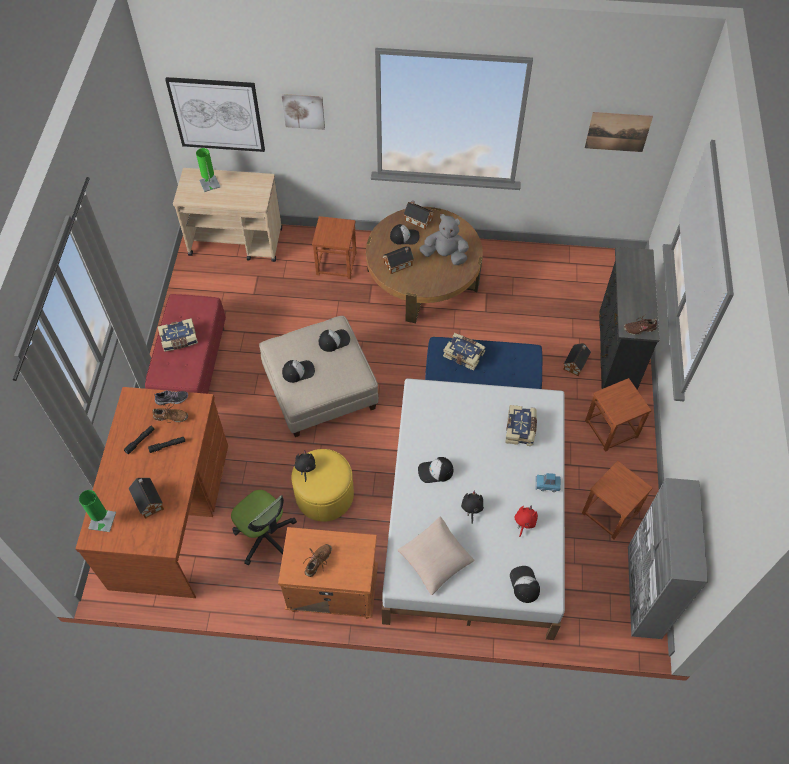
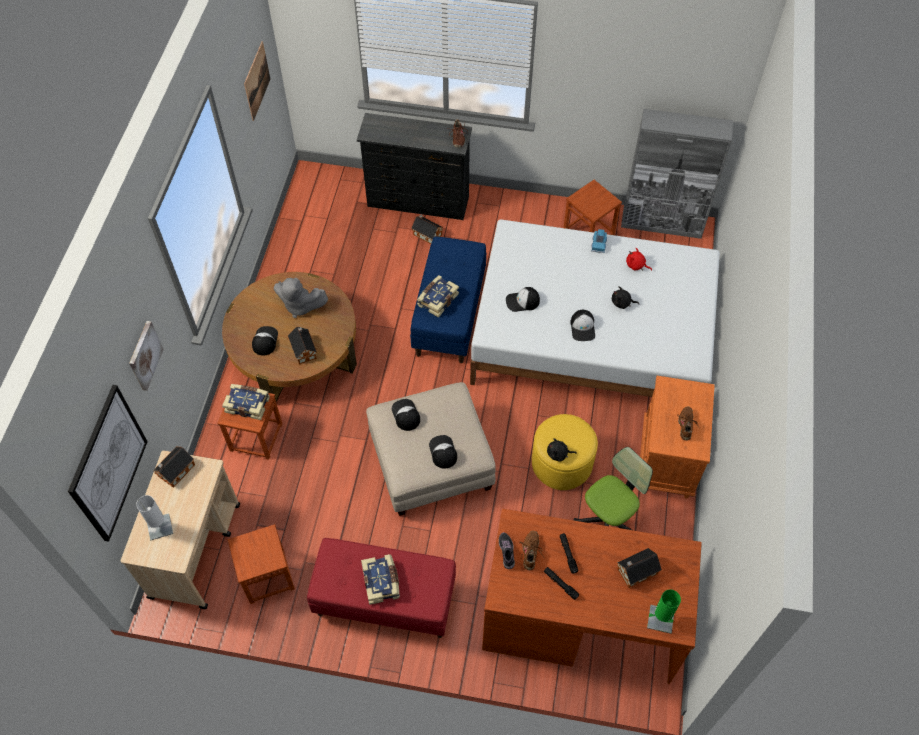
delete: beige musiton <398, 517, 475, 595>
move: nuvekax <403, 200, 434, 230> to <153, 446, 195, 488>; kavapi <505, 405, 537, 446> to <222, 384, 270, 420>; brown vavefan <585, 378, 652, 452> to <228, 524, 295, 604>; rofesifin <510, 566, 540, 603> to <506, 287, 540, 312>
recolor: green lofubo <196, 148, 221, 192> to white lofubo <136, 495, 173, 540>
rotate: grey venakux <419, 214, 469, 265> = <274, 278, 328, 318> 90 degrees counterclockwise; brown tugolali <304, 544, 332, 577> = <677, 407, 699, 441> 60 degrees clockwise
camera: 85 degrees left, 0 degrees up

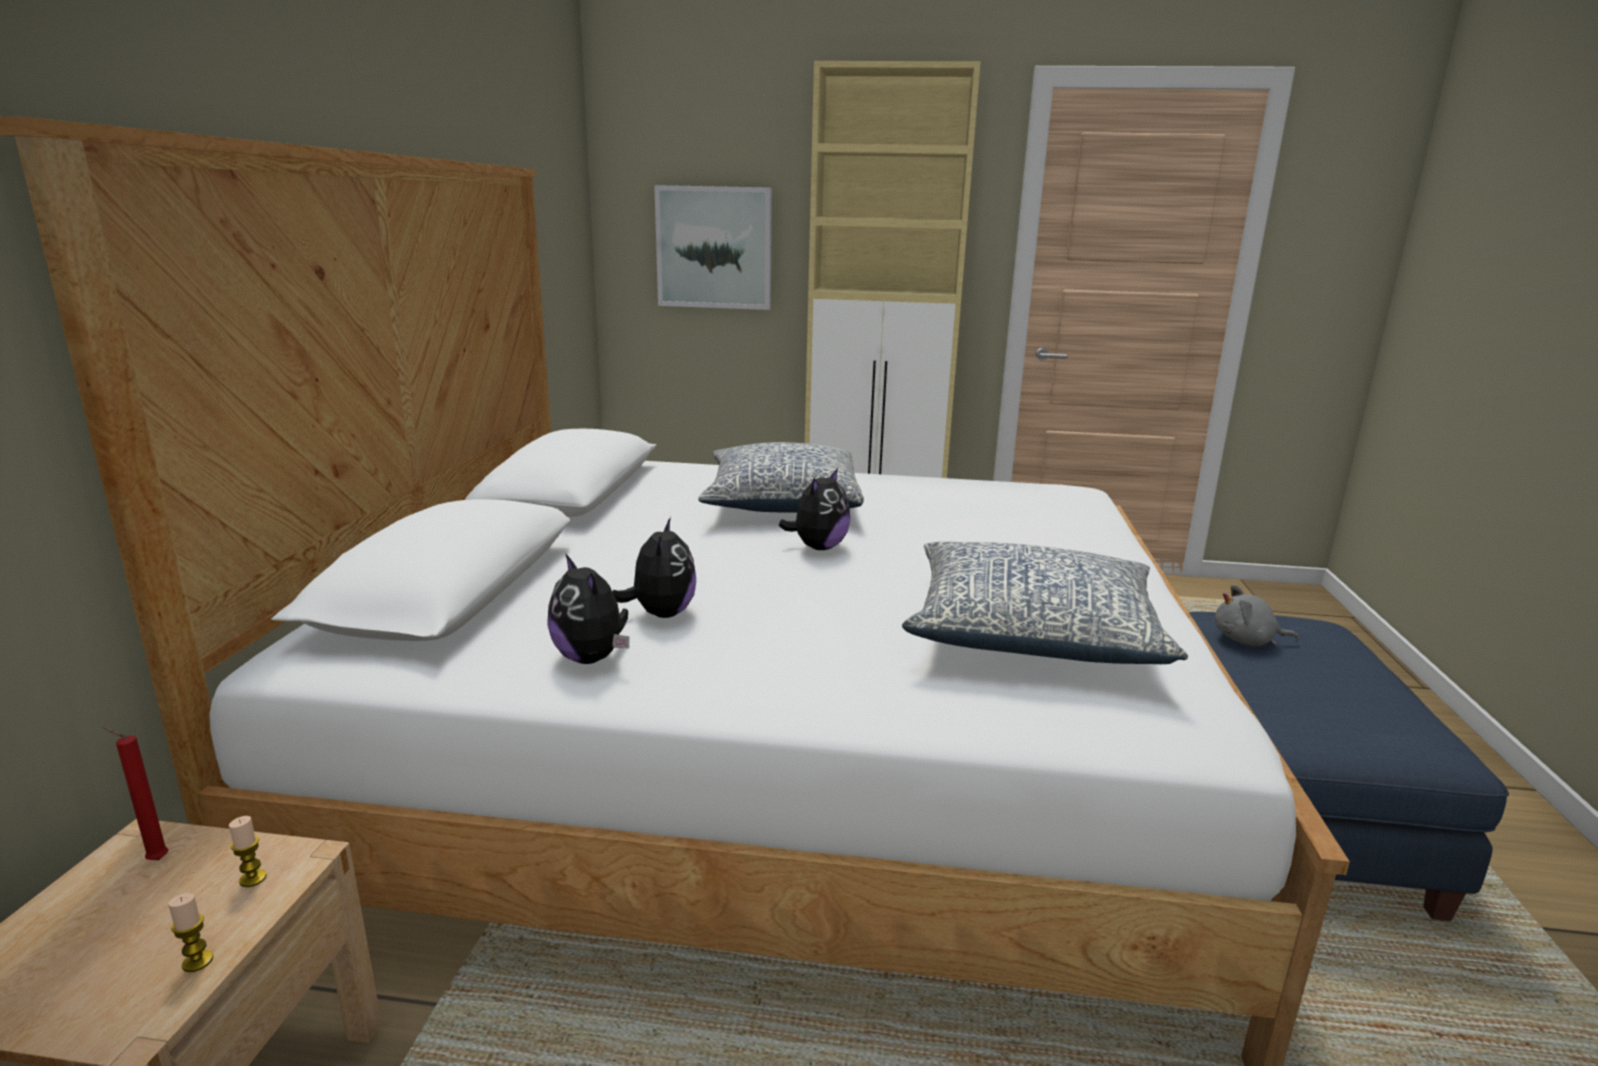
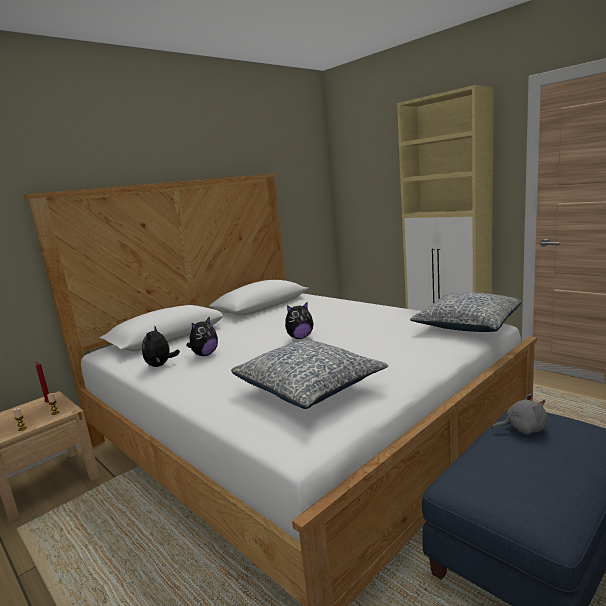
delete: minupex <654, 185, 772, 310>
move: musiton <698, 442, 864, 513> to <410, 292, 522, 332>
rotate: grey venakux <1215, 584, 1299, 646> = <492, 393, 548, 434> 135 degrees clockwise
camera: 40 degrees right, 5 degrees down

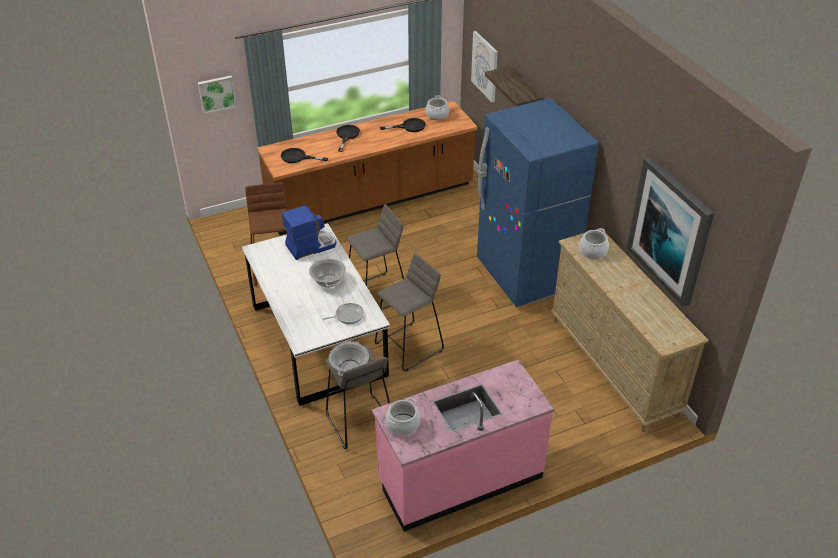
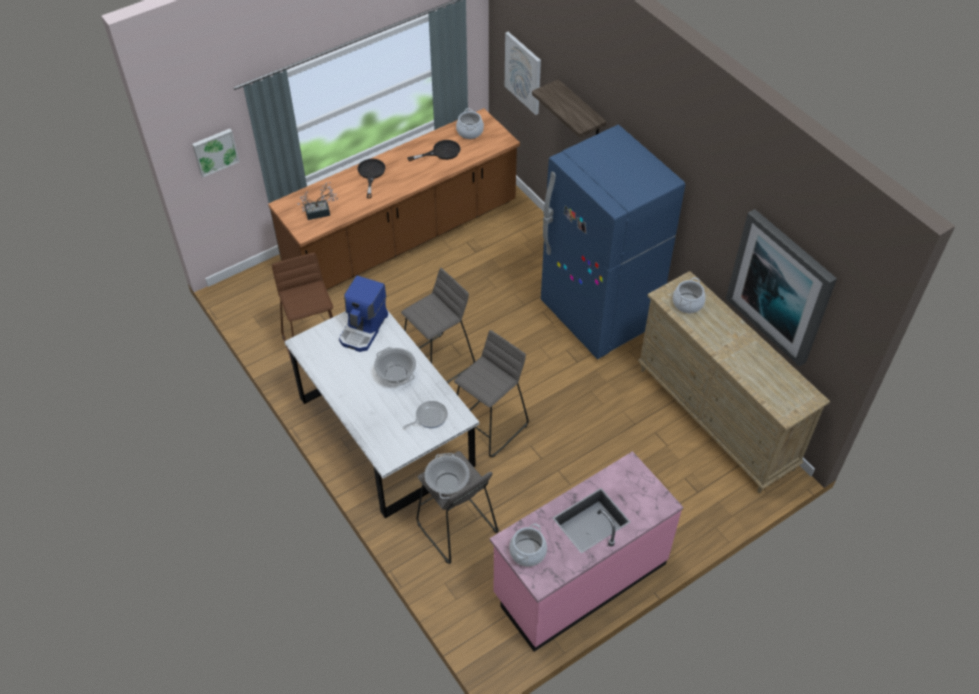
replace: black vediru <281, 148, 328, 163> to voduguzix <297, 182, 338, 220>
rotate: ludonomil <282, 206, 336, 260> = <339, 275, 388, 352> 150 degrees clockwise
camera: 10 degrees left, 10 degrees up

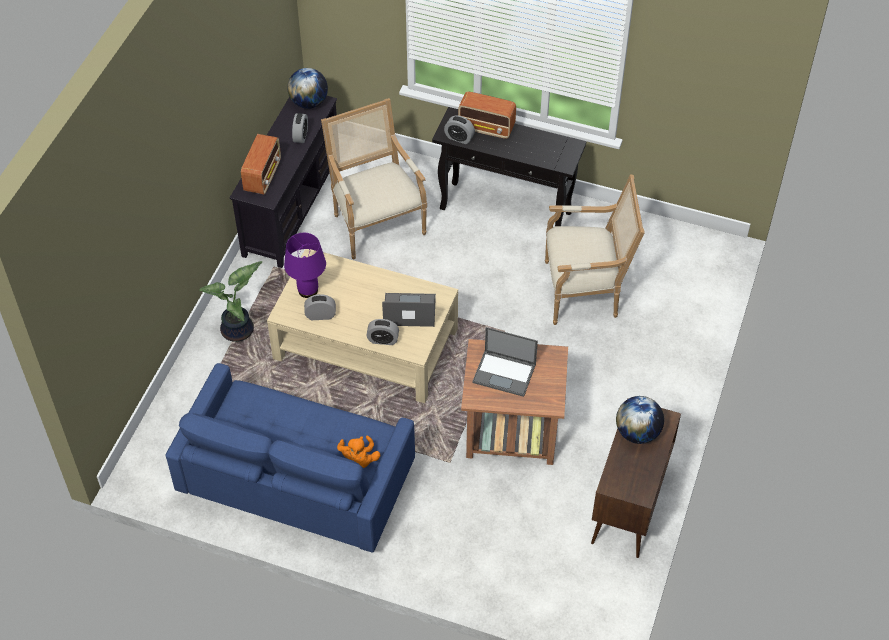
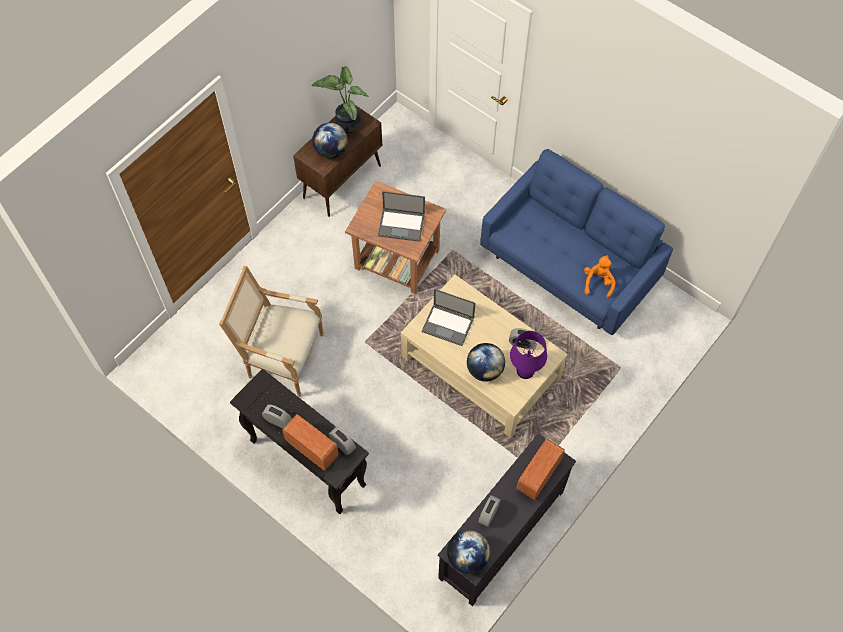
delete: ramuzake <321, 98, 427, 260>
insert: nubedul <467, 343, 505, 381>
move: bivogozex <366, 319, 399, 345> to <262, 404, 292, 429>; voduguzix <199, 261, 262, 342> to <311, 66, 369, 133>; orange venakux <337, 435, 380, 468> to <584, 255, 615, 298>
rotate: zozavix <472, 327, 538, 397> = <378, 191, 425, 242> 150 degrees clockwise
camera: 160 degrees left, 10 degrees up

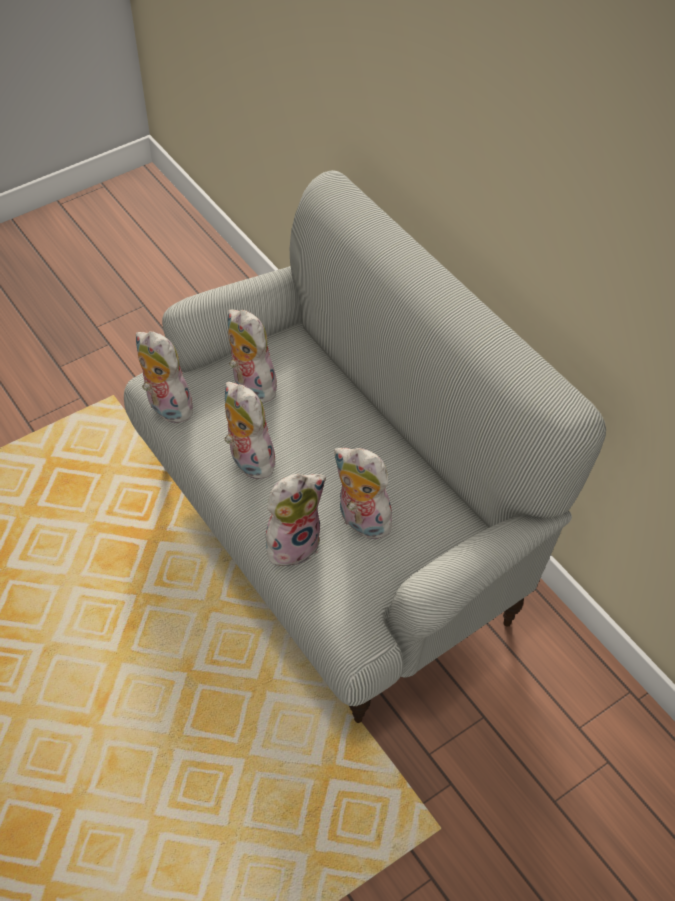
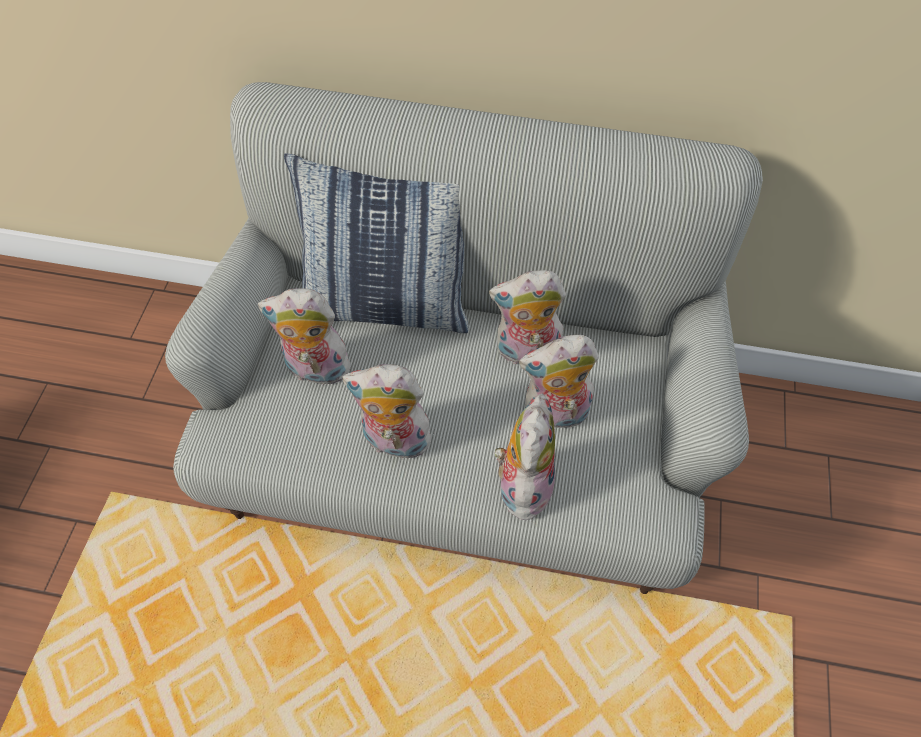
insert: musiton <284, 153, 469, 333>
move: venakux <136, 331, 193, 423> to <489, 270, 566, 364>
camera: 45 degrees left, 5 degrees up

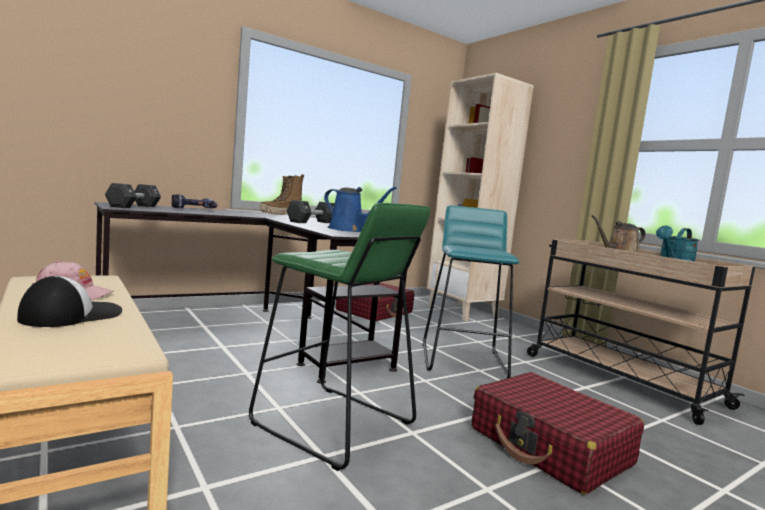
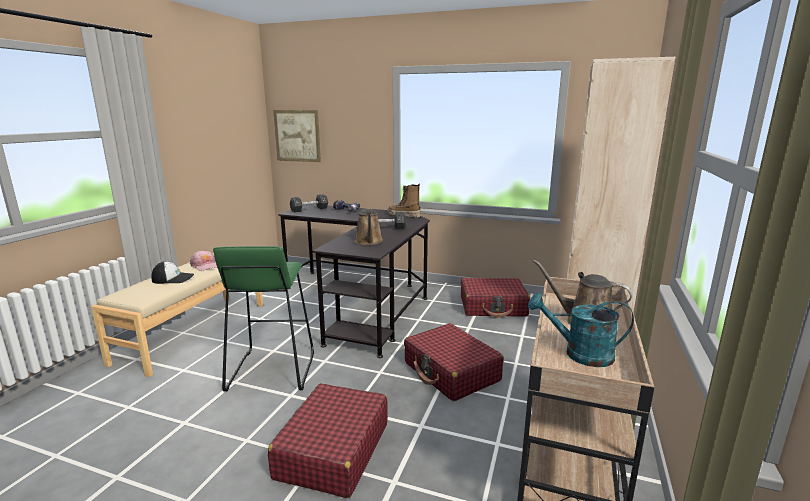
insert: minupex <273, 110, 321, 162>
replace: turquoise vavefan <423, 206, 520, 378> to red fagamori <404, 323, 504, 401>
recolor: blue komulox <324, 187, 396, 232> to brown komulox <355, 208, 383, 245>
camera: 55 degrees right, 10 degrees up

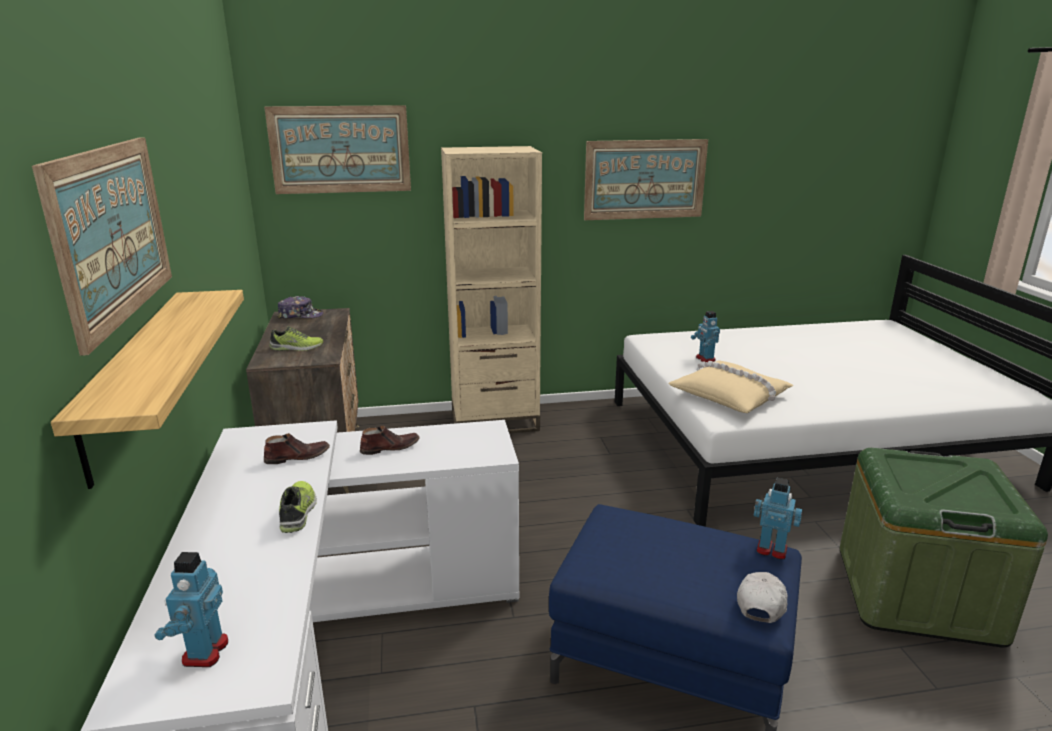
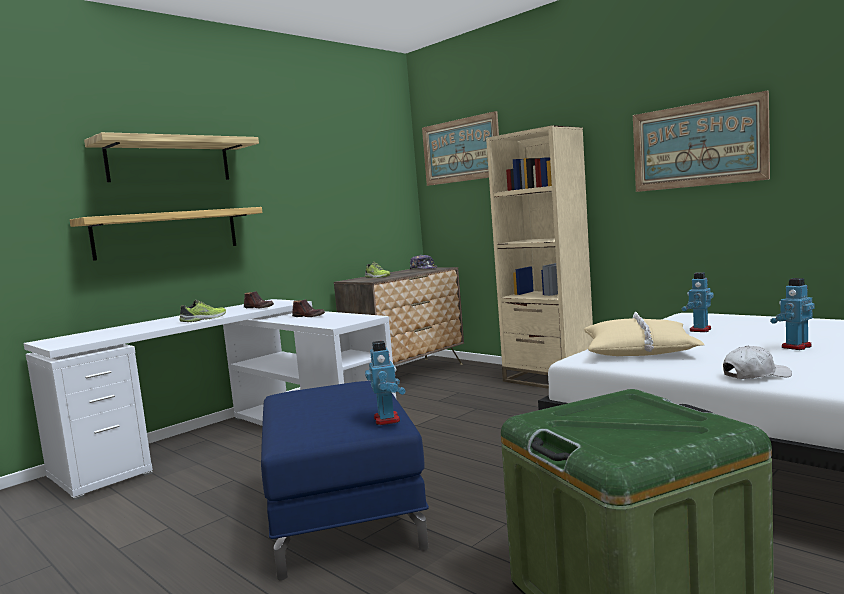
move: white rofesifin <737, 572, 788, 623> to <723, 346, 792, 379>; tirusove <155, 552, 228, 667> to <770, 278, 814, 350>
replace: minupex <32, 137, 172, 356> to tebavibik <84, 132, 259, 182>
camera: 55 degrees right, 15 degrees down

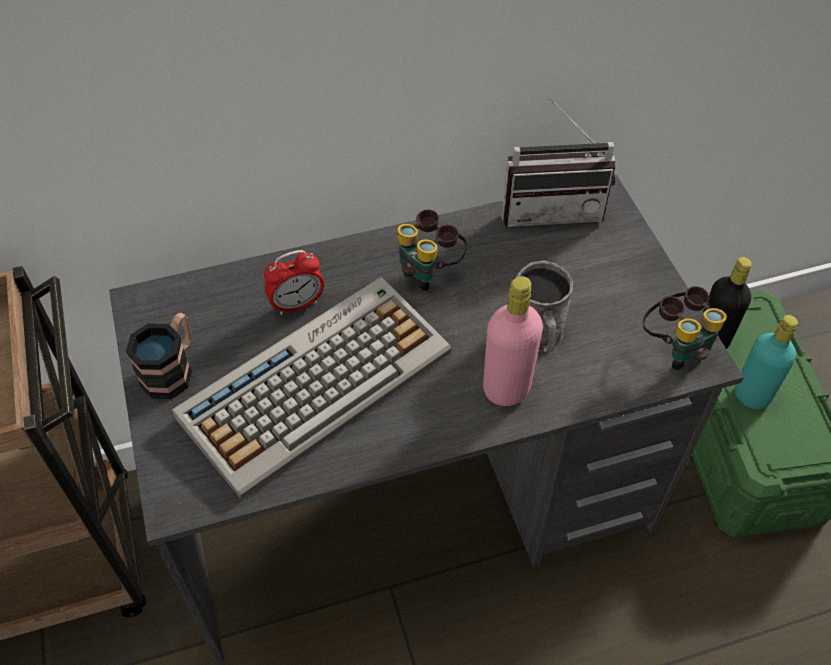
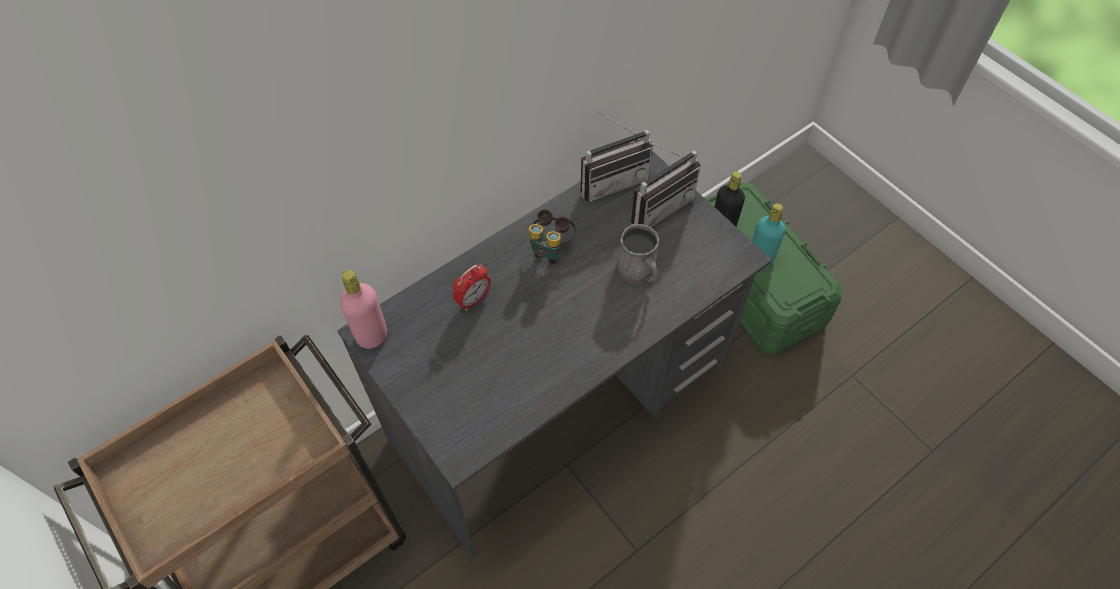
delete: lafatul <126, 312, 192, 399>; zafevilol <172, 277, 451, 500>; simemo <643, 286, 727, 370>
insert: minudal <631, 141, 701, 227>
move: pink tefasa <483, 276, 543, 406> to <340, 270, 387, 349>
camera: 20 degrees left, 5 degrees up

